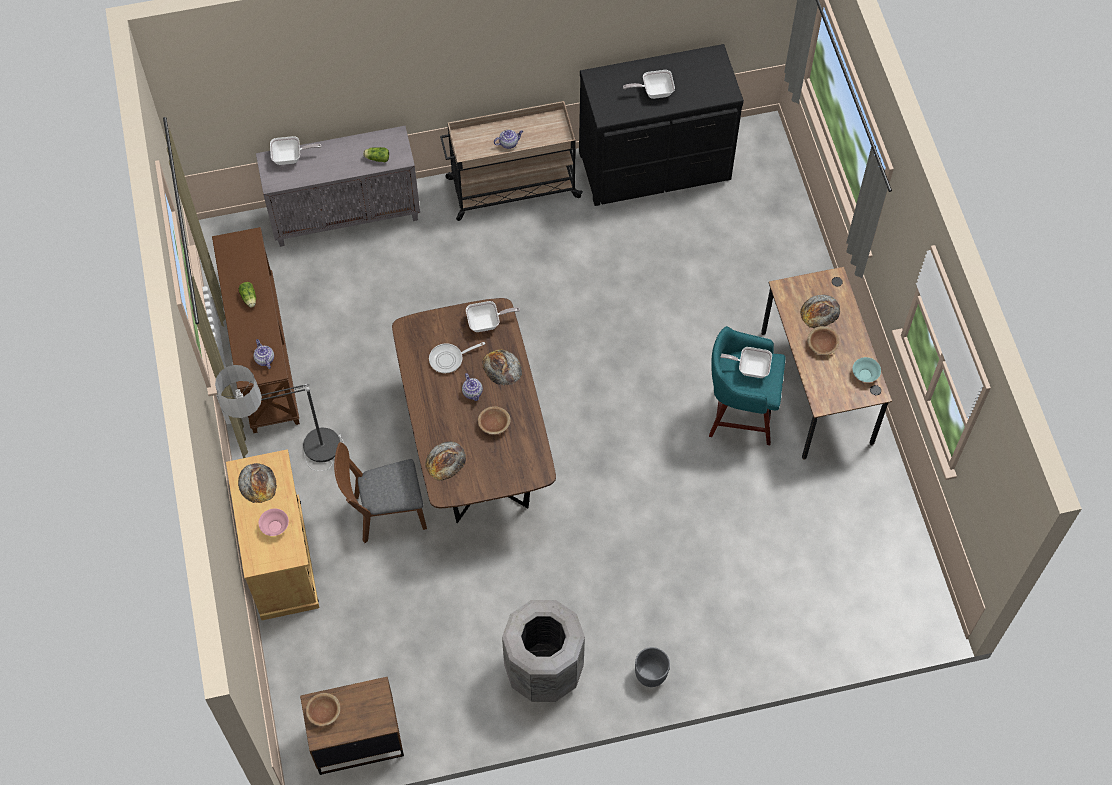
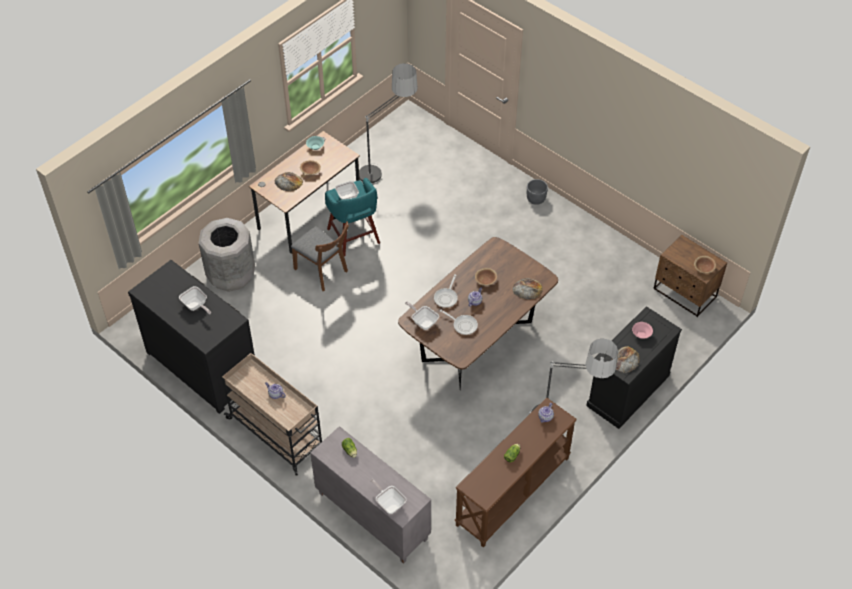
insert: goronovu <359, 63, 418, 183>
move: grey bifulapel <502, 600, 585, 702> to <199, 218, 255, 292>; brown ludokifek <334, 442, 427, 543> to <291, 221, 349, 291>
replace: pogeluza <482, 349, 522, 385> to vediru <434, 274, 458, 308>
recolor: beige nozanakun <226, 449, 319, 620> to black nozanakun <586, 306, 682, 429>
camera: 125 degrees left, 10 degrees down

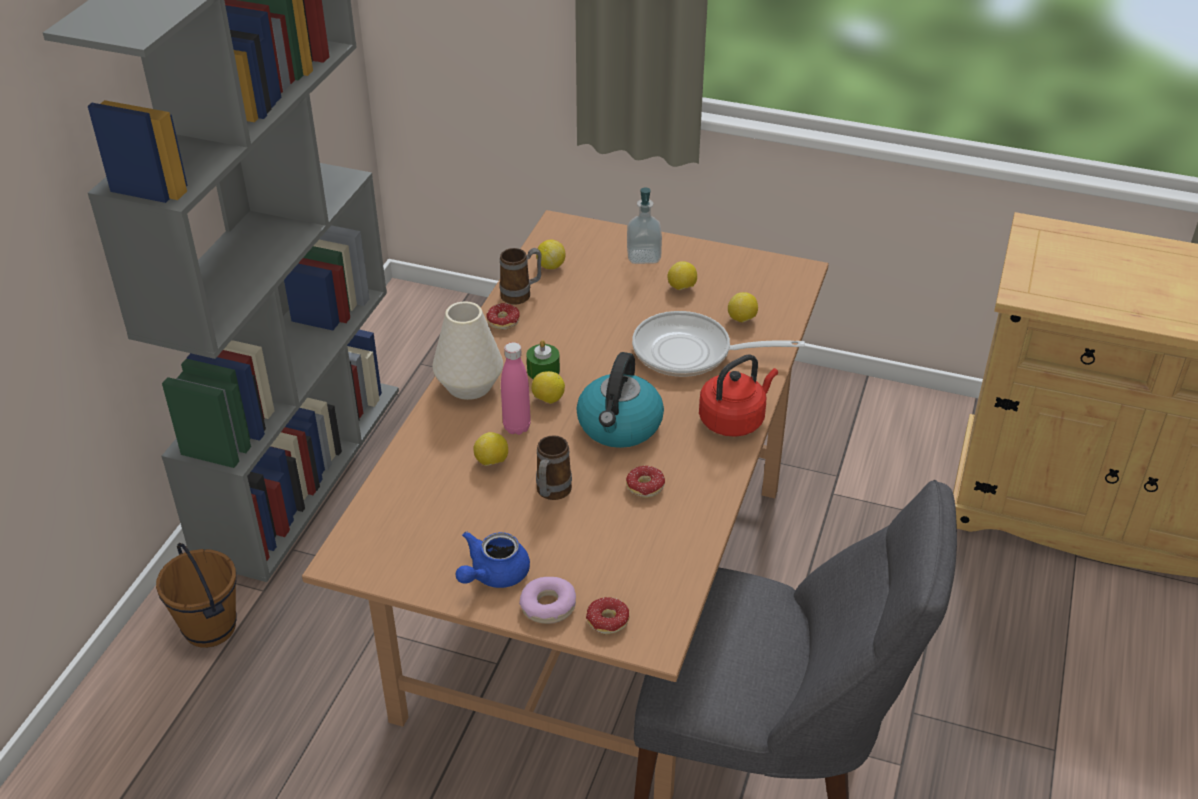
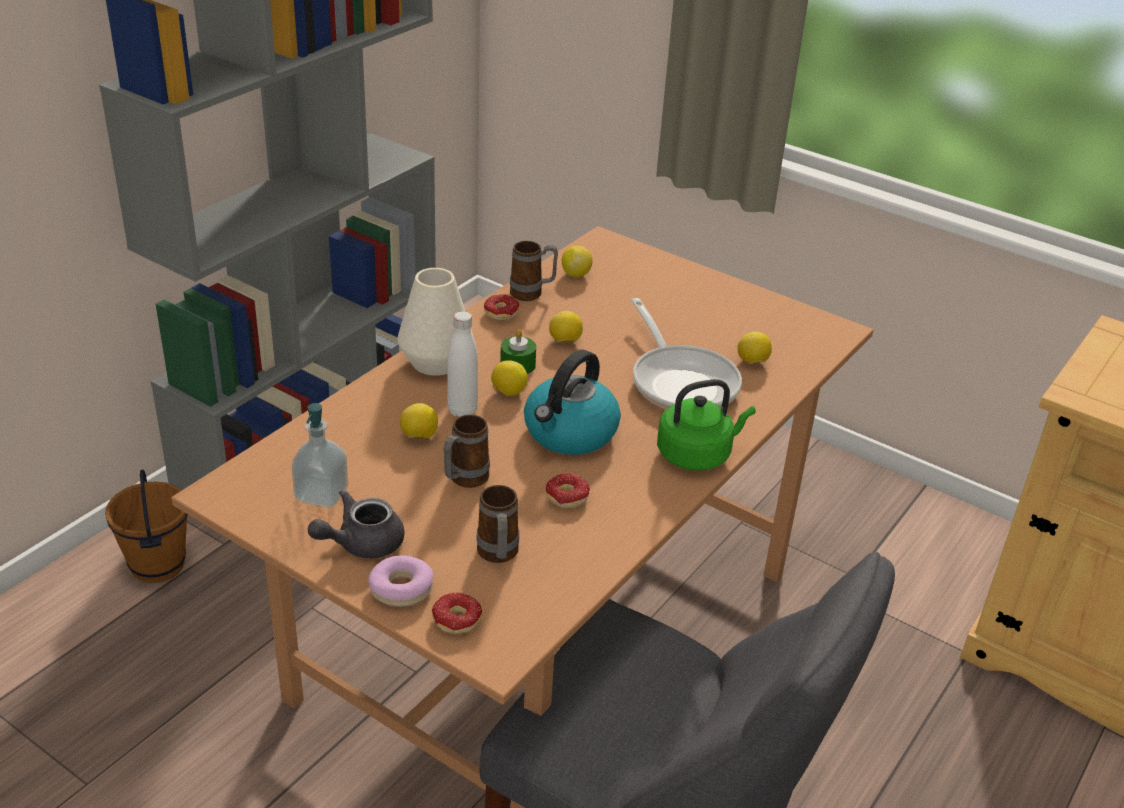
insert: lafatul <476, 485, 519, 563>
move: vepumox <627, 187, 662, 264> to <292, 403, 348, 508>; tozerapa <667, 261, 697, 290> to <549, 311, 583, 343>
recolor: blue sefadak <456, 532, 530, 588> to grey sefadak <308, 489, 404, 559>; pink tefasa <501, 342, 531, 435> to white tefasa <447, 311, 478, 417>; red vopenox <699, 354, 778, 437> to green vopenox <657, 379, 756, 471>
rotate: vediru <632, 311, 805, 377> = <631, 298, 742, 409> 135 degrees counterclockwise
camera: 15 degrees right, 5 degrees down

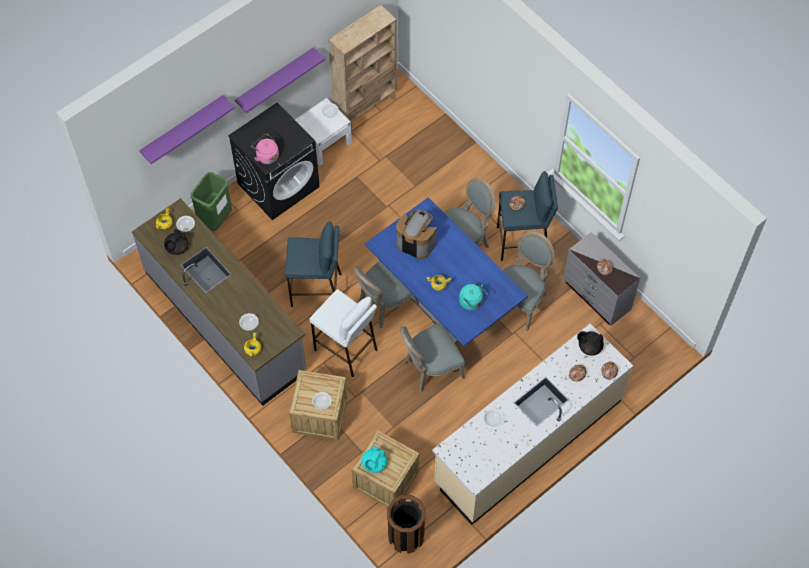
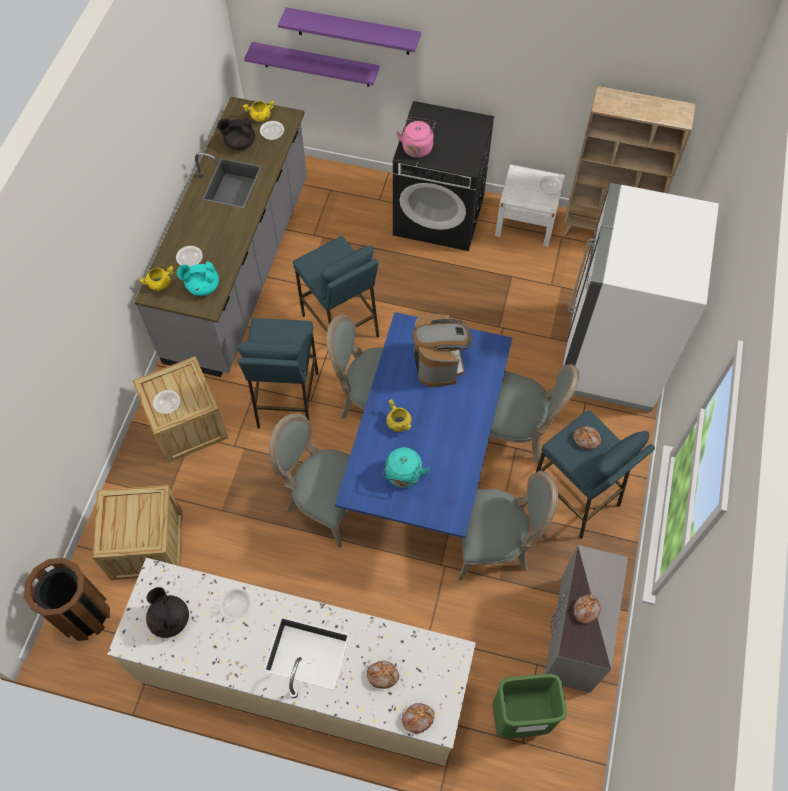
insert: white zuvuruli <562, 183, 719, 412>
move: black sefadak <577, 331, 604, 356> to <146, 587, 189, 638>; turquoise sefadak <361, 446, 387, 473> to <177, 261, 219, 296>; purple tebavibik <235, 47, 325, 113> to <244, 42, 380, 86>; green bifulapel <190, 172, 232, 231> to <492, 674, 567, 739>
recolor: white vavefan <309, 289, 377, 377> to blue vavefan <237, 318, 319, 428>
camera: 55 degrees right, 0 degrees up

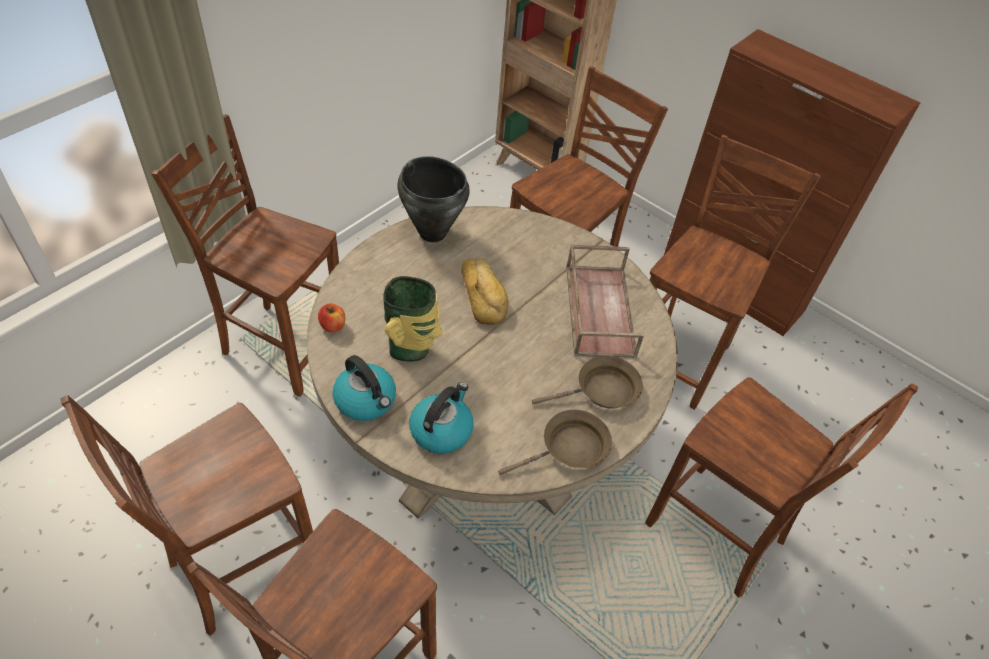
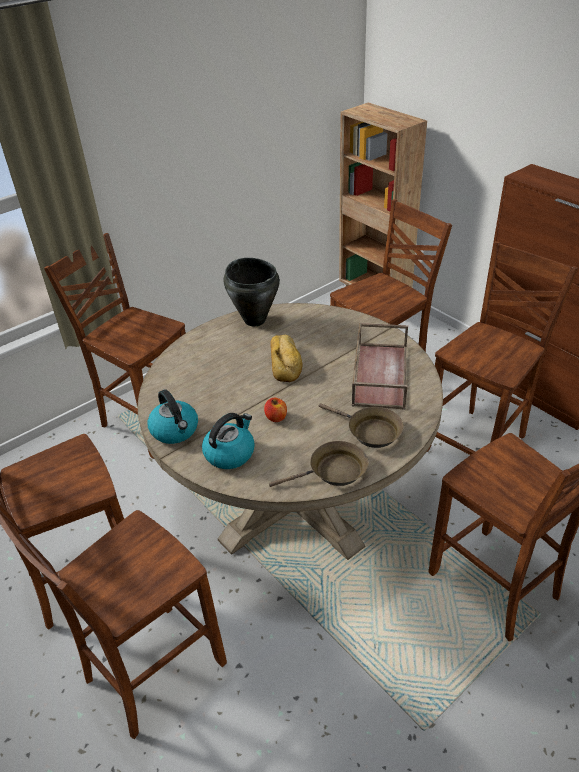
delete: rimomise <383, 276, 442, 361>
move: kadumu <318, 303, 345, 332> to <264, 398, 287, 422>
rotate: brown vediru <532, 356, 643, 409> = <318, 403, 404, 448> 45 degrees clockwise
camera: 15 degrees right, 10 degrees down

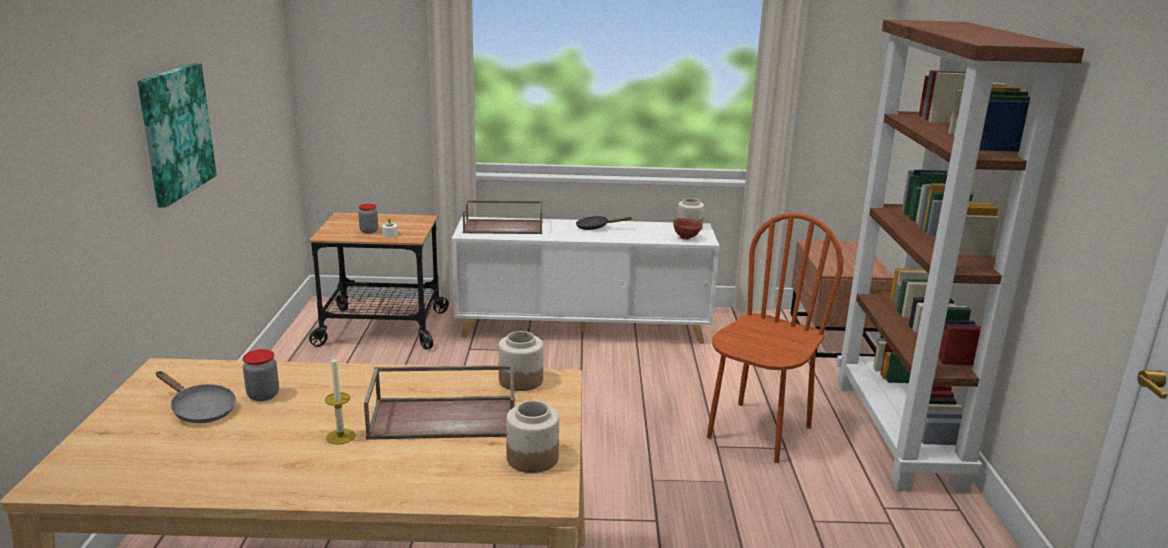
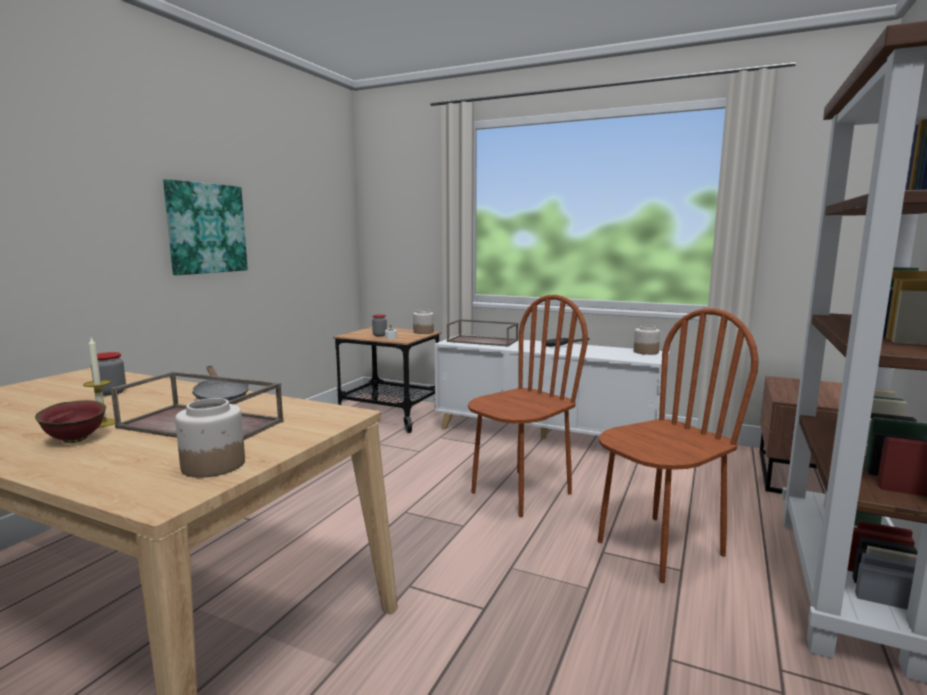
insert: brown ludokifek <468, 294, 588, 517>
move: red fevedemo <673, 218, 702, 240> to <35, 400, 106, 443>; grey vediru <156, 371, 236, 423> to <192, 366, 249, 401>; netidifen <498, 331, 543, 391> to <413, 309, 434, 334>
camera: 25 degrees right, 10 degrees down

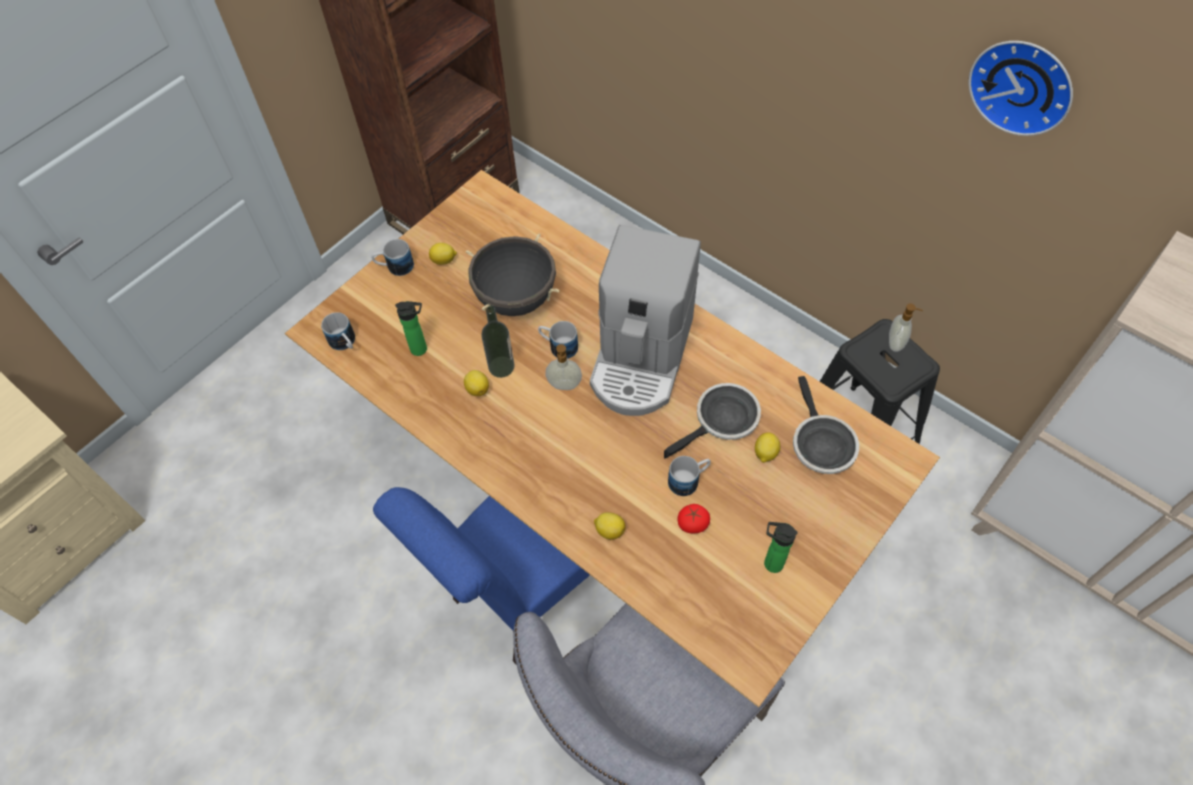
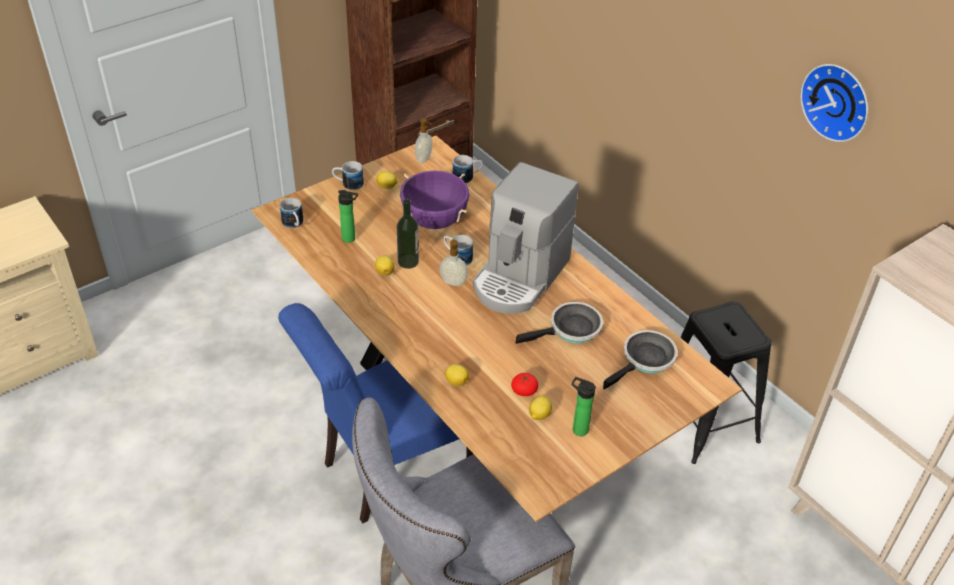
move: vepumox <889, 303, 923, 352> to <415, 118, 433, 163>; lafatul <668, 456, 711, 496> to <453, 155, 483, 183>; tozerapa <755, 432, 781, 463> to <529, 396, 552, 420>
recolor: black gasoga <466, 233, 560, 316> to purple gasoga <400, 171, 470, 229>
rotate: vediru <793, 376, 859, 474> = <603, 330, 678, 390> 135 degrees counterclockwise
camera: 10 degrees right, 15 degrees down

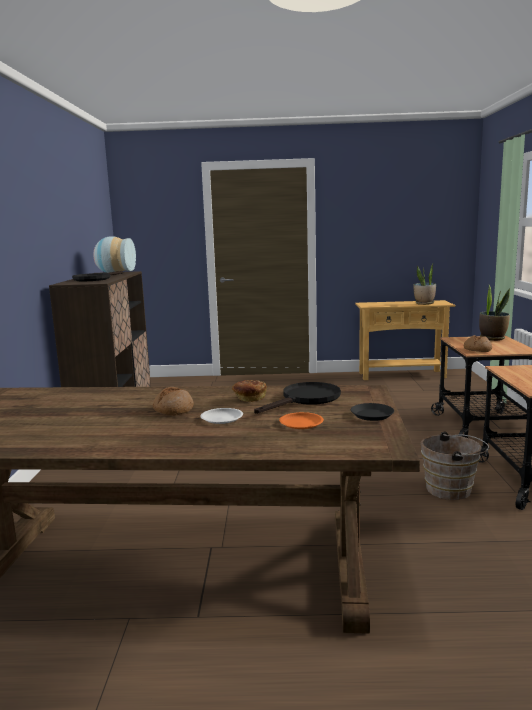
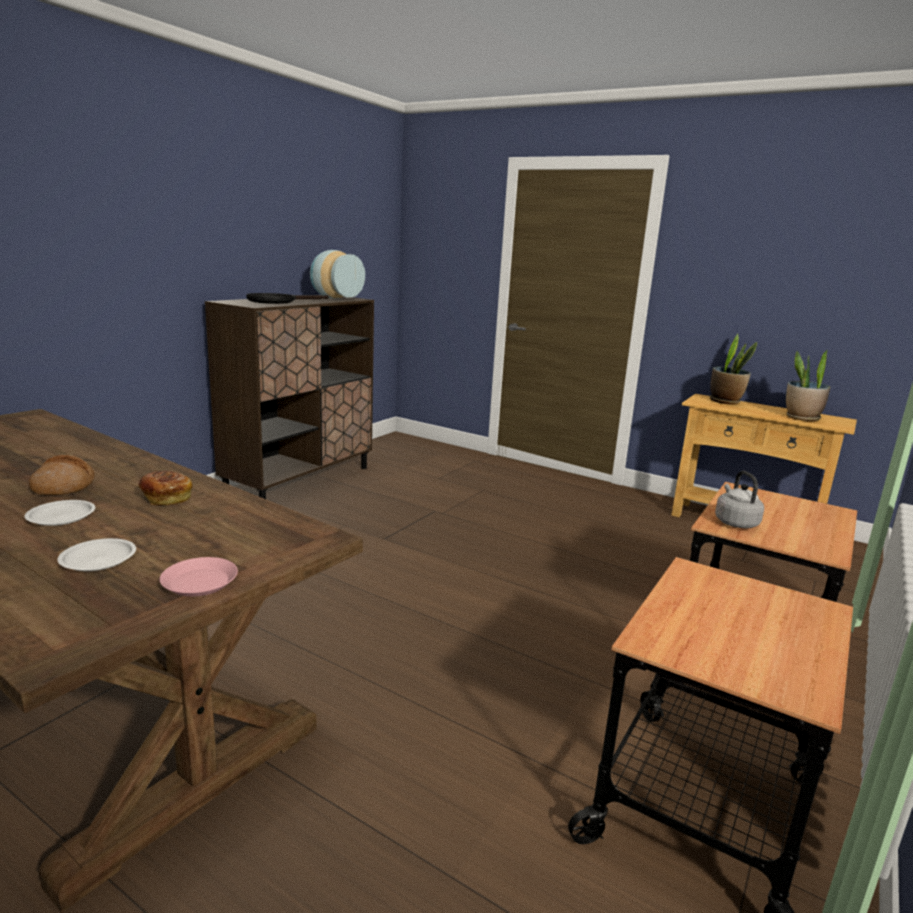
delete: black vediru <254, 382, 341, 414>; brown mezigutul <421, 432, 489, 500>
move: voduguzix <479, 285, 510, 341> to <710, 334, 757, 405>
replace: pogeluza <464, 335, 492, 352> to grey vopenox <715, 471, 764, 529>
recolor: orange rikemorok <279, 412, 324, 429> to white rikemorok <57, 538, 136, 571>; black rikemorok <351, 403, 394, 421> to pink rikemorok <159, 557, 238, 597>
camera: 30 degrees right, 5 degrees up

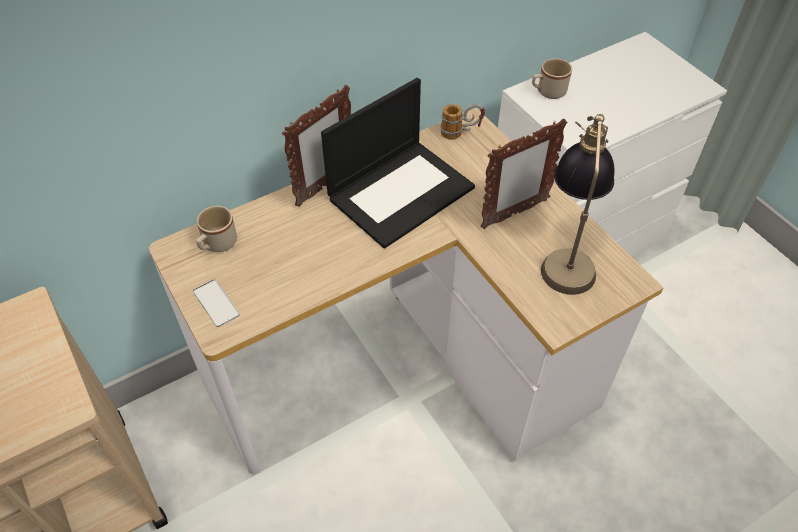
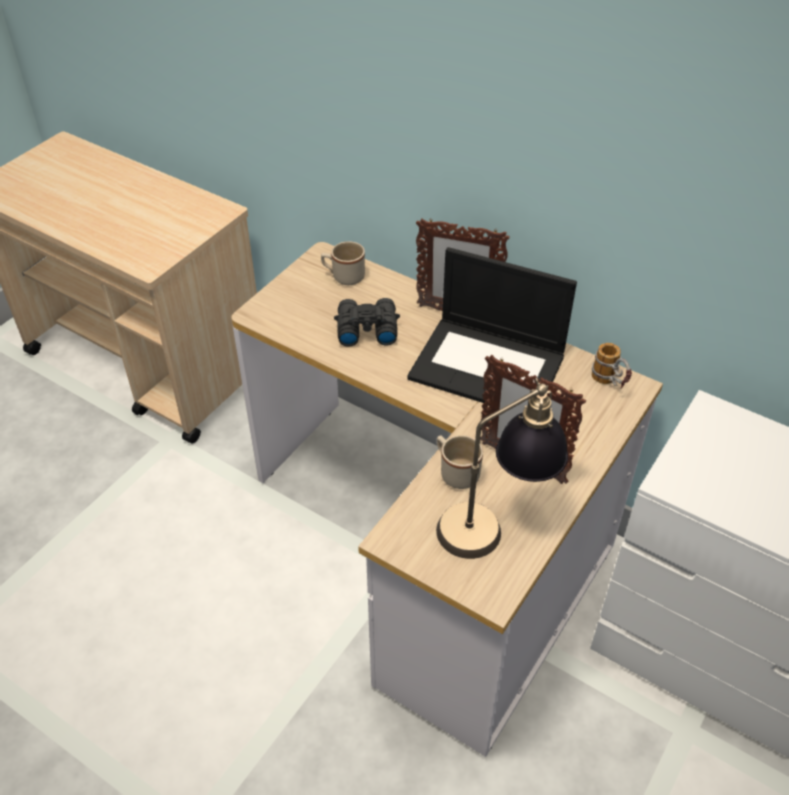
delete: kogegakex <193, 279, 240, 327>
insert: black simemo <334, 298, 400, 347>
move: beige lafatul <532, 58, 572, 99> to <437, 435, 483, 489>
camera: 65 degrees right, 5 degrees down

